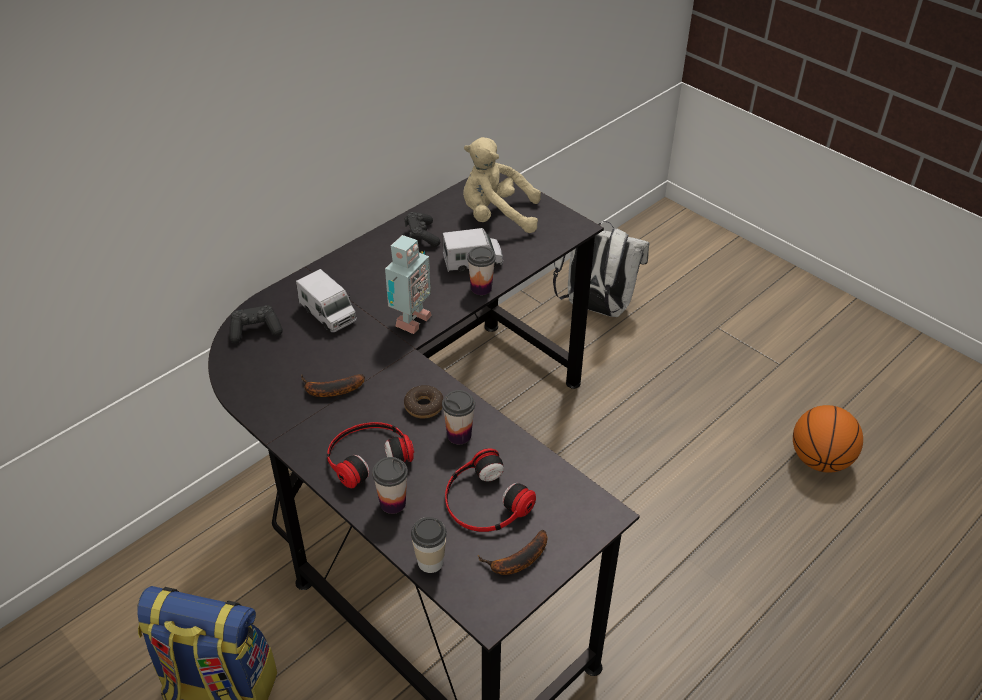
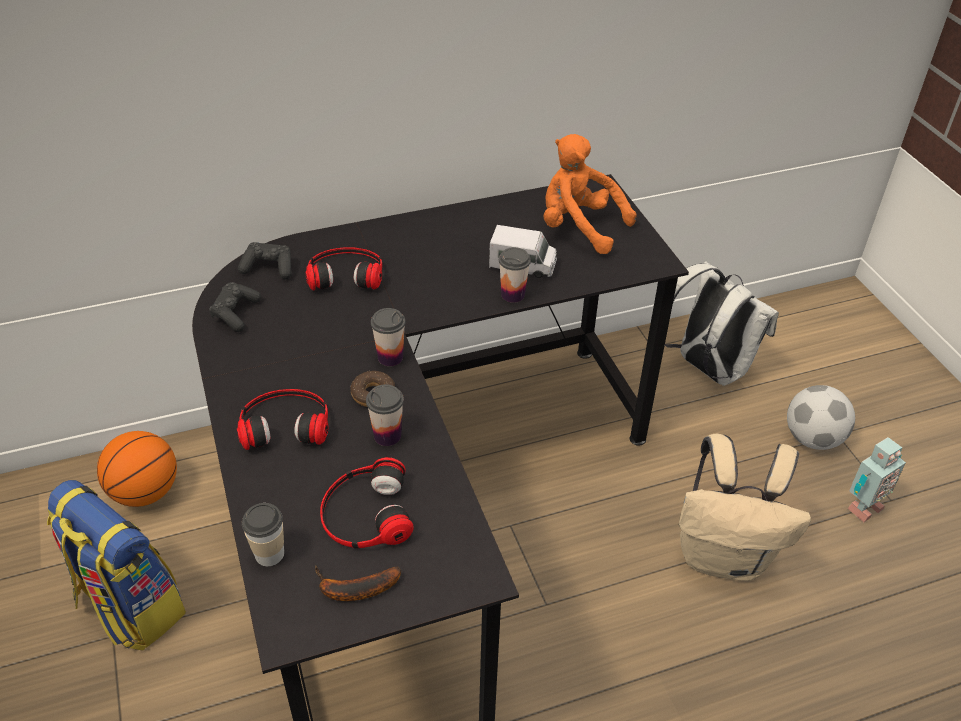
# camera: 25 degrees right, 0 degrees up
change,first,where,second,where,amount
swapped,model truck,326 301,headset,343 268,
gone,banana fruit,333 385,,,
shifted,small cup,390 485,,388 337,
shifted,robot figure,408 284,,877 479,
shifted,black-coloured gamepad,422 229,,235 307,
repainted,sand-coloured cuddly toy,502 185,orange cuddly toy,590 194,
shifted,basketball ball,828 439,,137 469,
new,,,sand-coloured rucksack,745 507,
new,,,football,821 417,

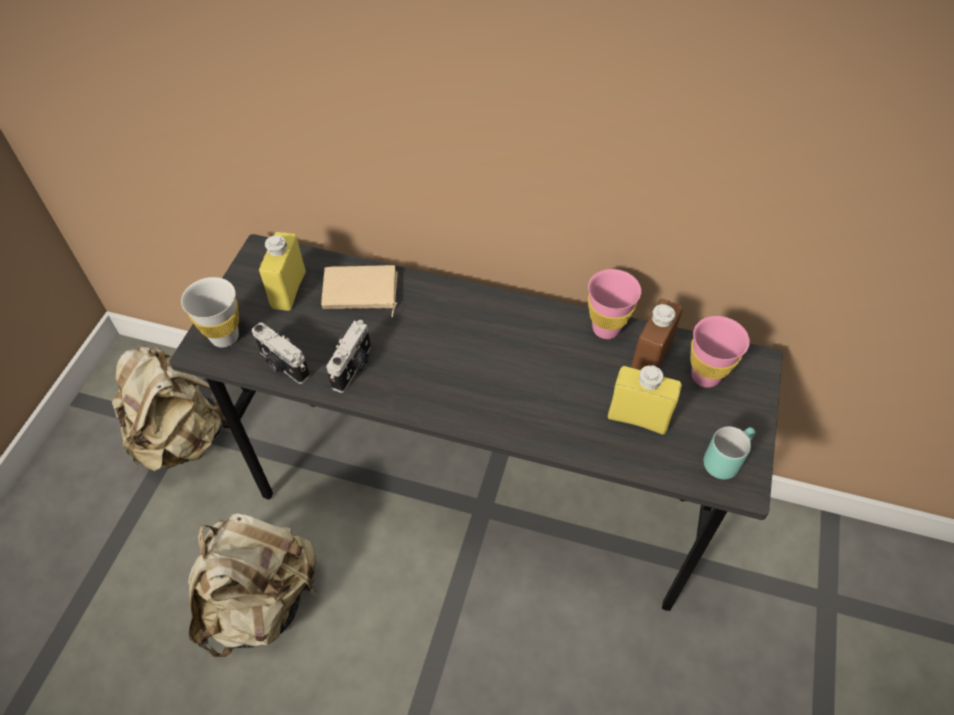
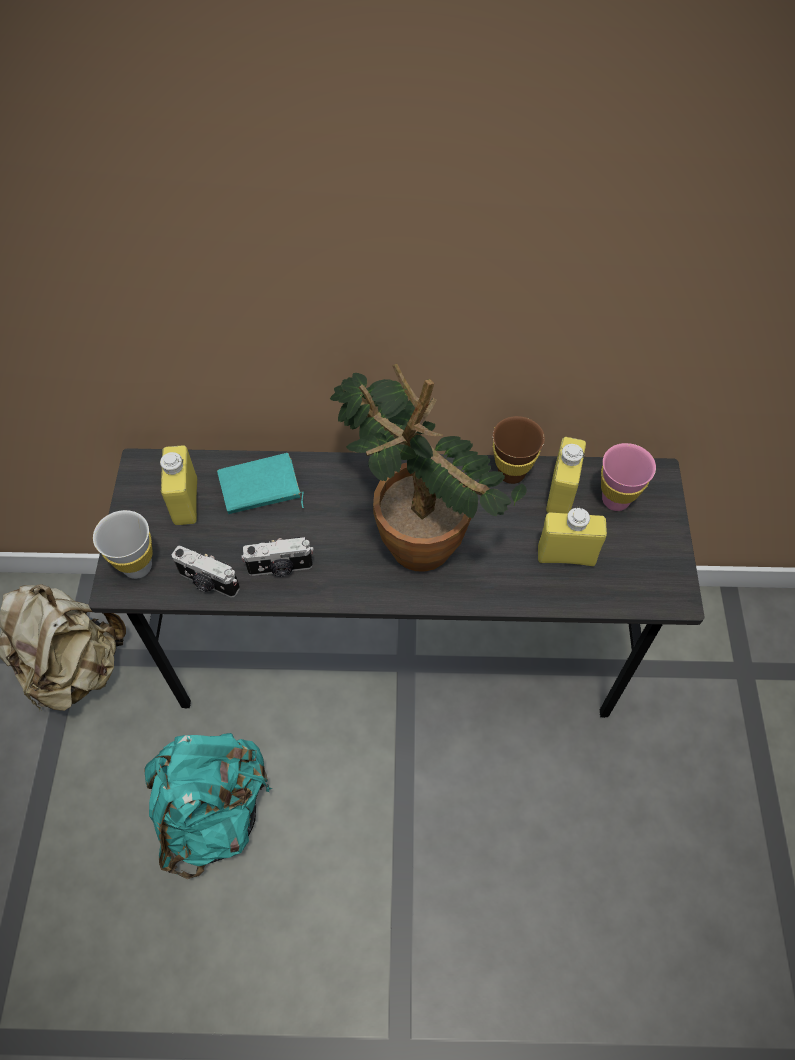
# camera: 15 degrees left, 5 degrees up
change,first,where,second,where,amount
repainted,sand-coloured rucksack,252 585,turquoise rucksack,208 806,
repainted,sand-coloured bound book,359 291,turquoise bound book,260 483,
rotated,still camera,348 356,,277 556,75 degrees clockwise
repainted,pinkish small cup,614 304,brown-coloured small cup,519 450,
repainted,brown-coloured beverage bottle,657 334,yellow-coloured beverage bottle,566 475,
gone,turquoise coffee mug,729 453,,,
new,,,plant in a pot,428 468,

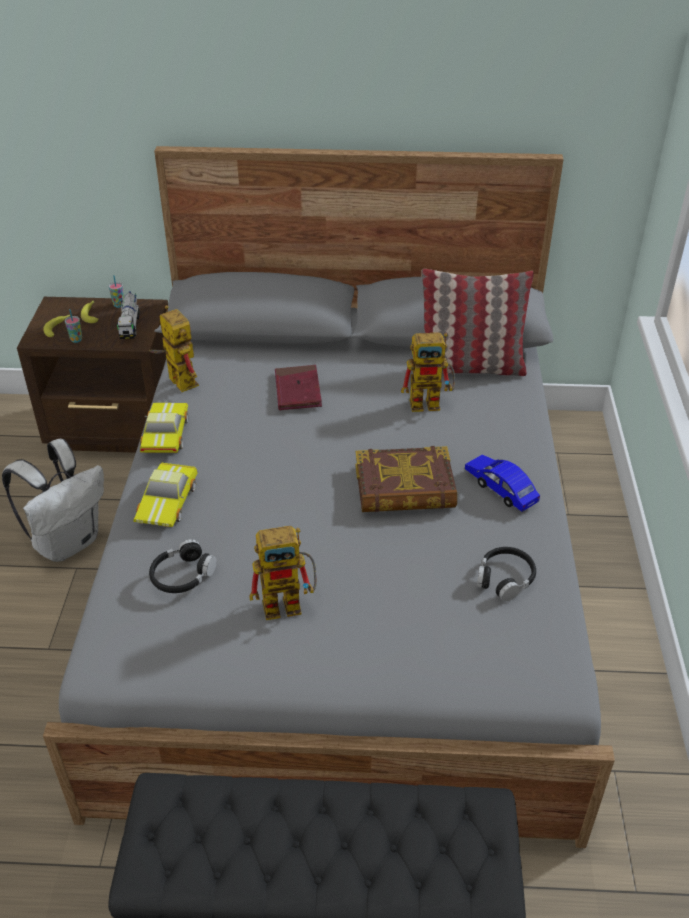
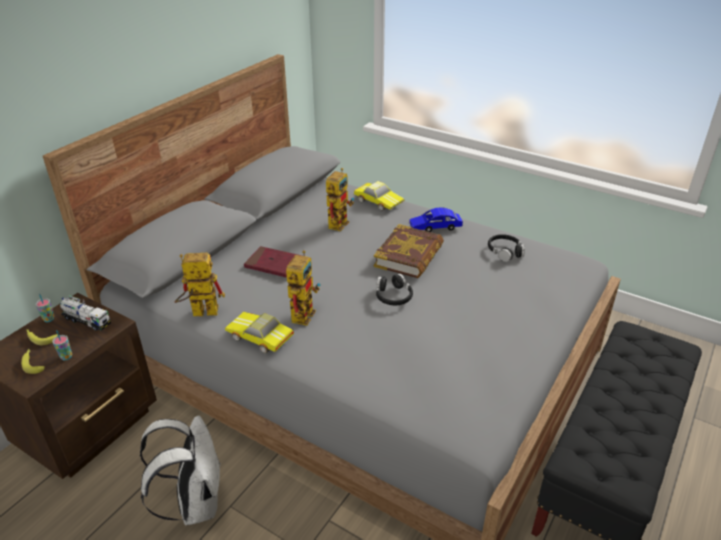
# camera: 60 degrees left, 5 degrees down
change,first,where,second,where,amount
shifted,toy car,165 495,,379 196,
shifted,black-coloured headset,183 566,,394 289,
shifted,robot figure,283 573,,303 288,
gone,cushion,477 322,,,

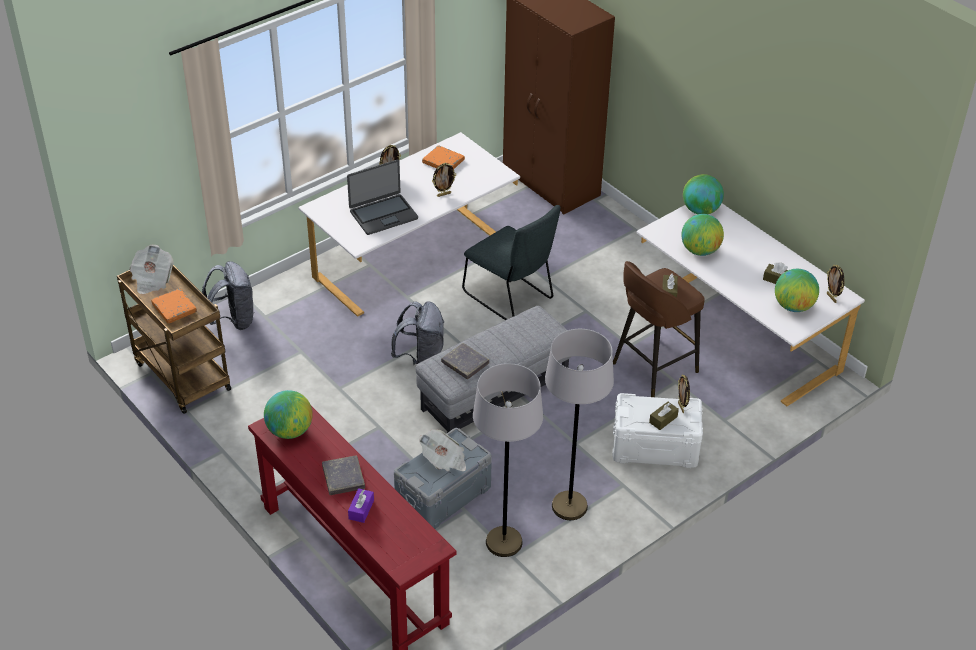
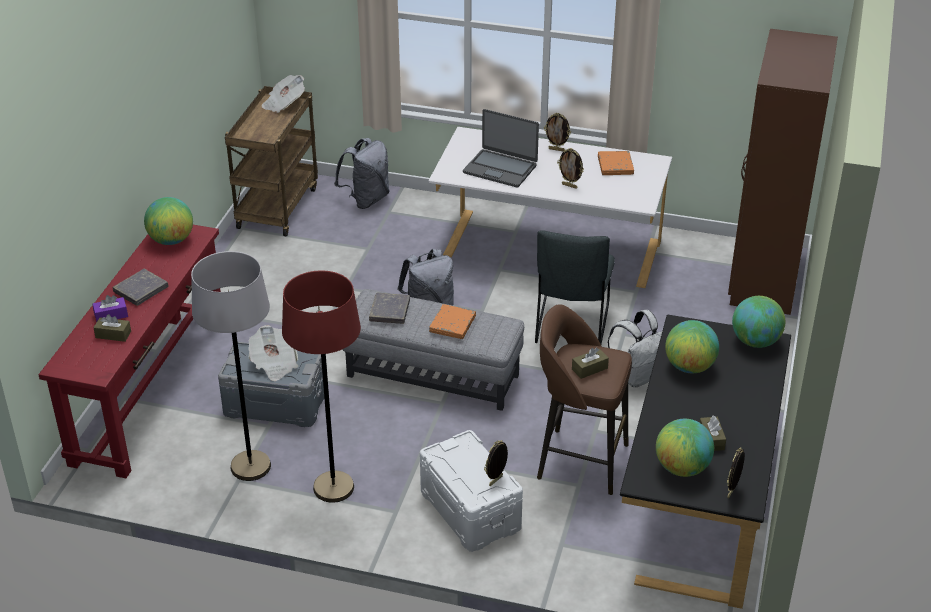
# camera: 55 degrees right, 5 degrees down
change,first,where,second,where,amount
shifted,orange bound book,174 306,,452 321,
repainted,grey standing lamp,579 424,red standing lamp,321 386,
repainted,white-coloured desk,750 305,black-coloured desk,705 461,
shifted,brown-coloured tissue box,664 416,,112 328,
new,,,white-coloured rucksack,635 348,

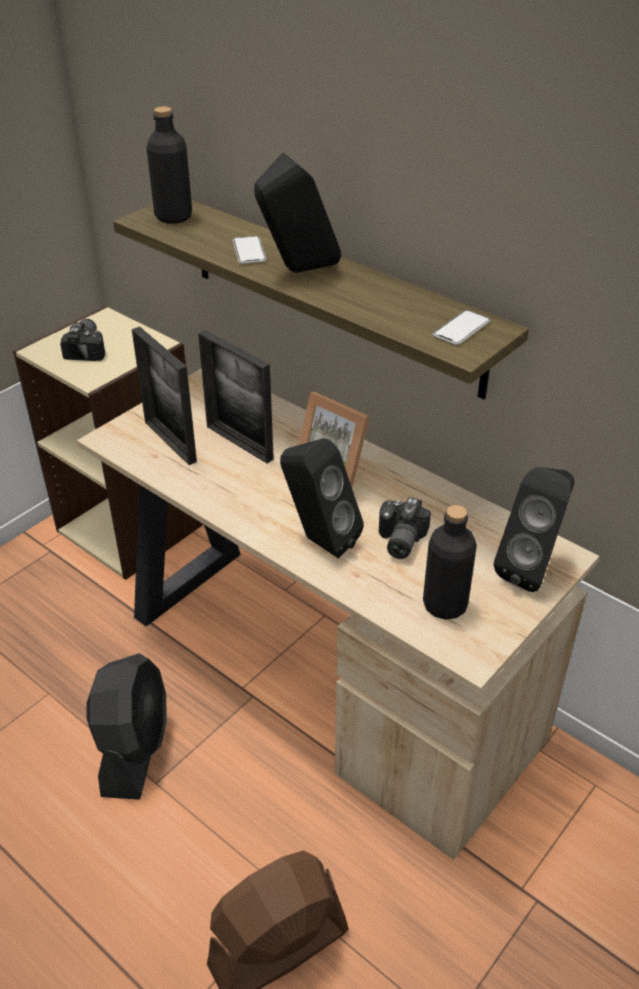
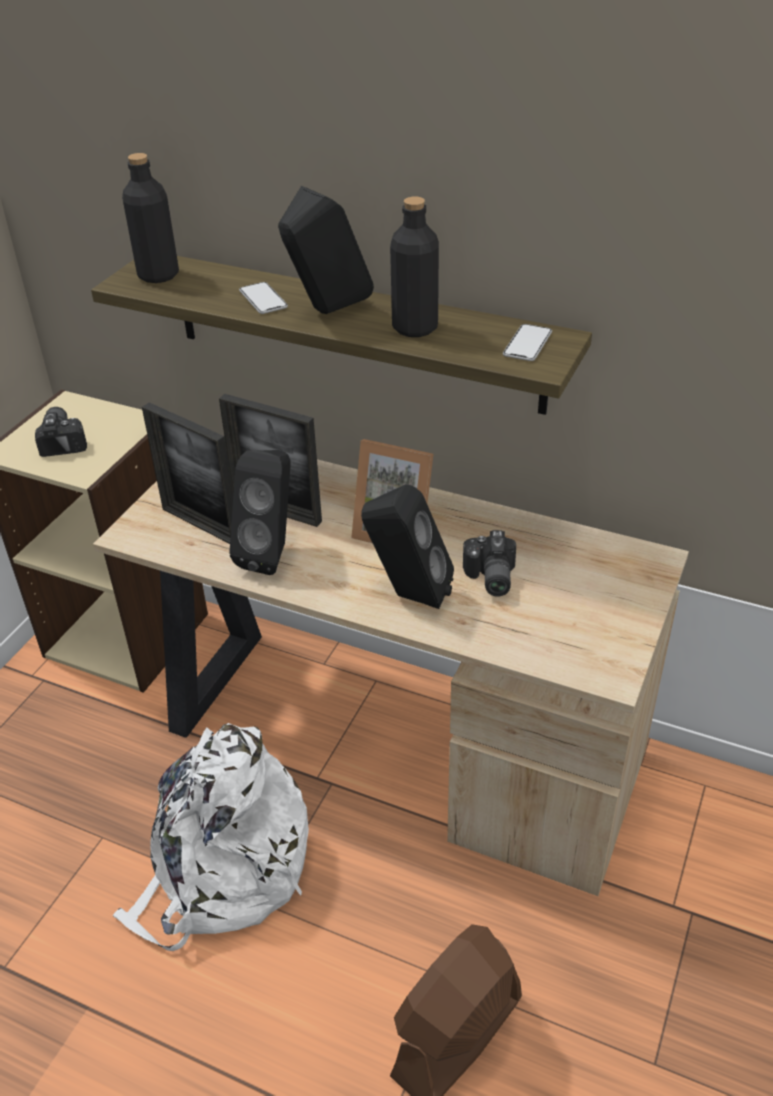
# camera: 15 degrees left, 0 degrees up
change,first,where,second,where,amount
swapped,black-coloured fan,127 726,white-coloured rucksack,211 837,
shifted,black-coloured beverage bottle,450 562,,414 267,
shifted,black-coloured speaker,534 529,,260 512,

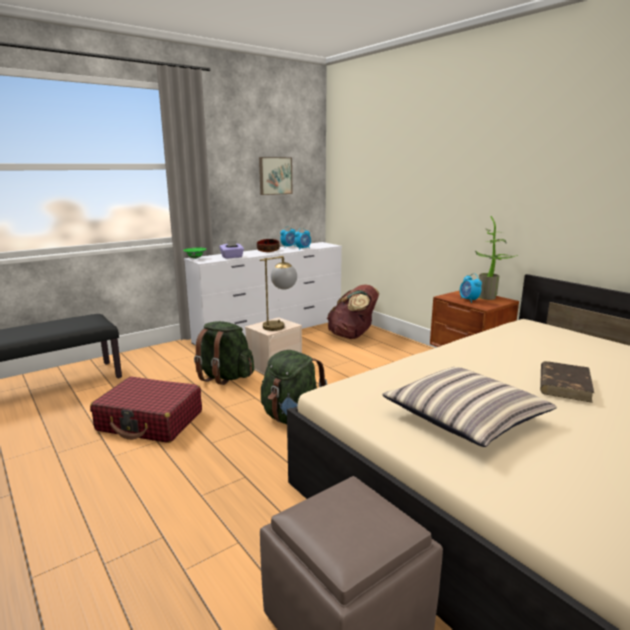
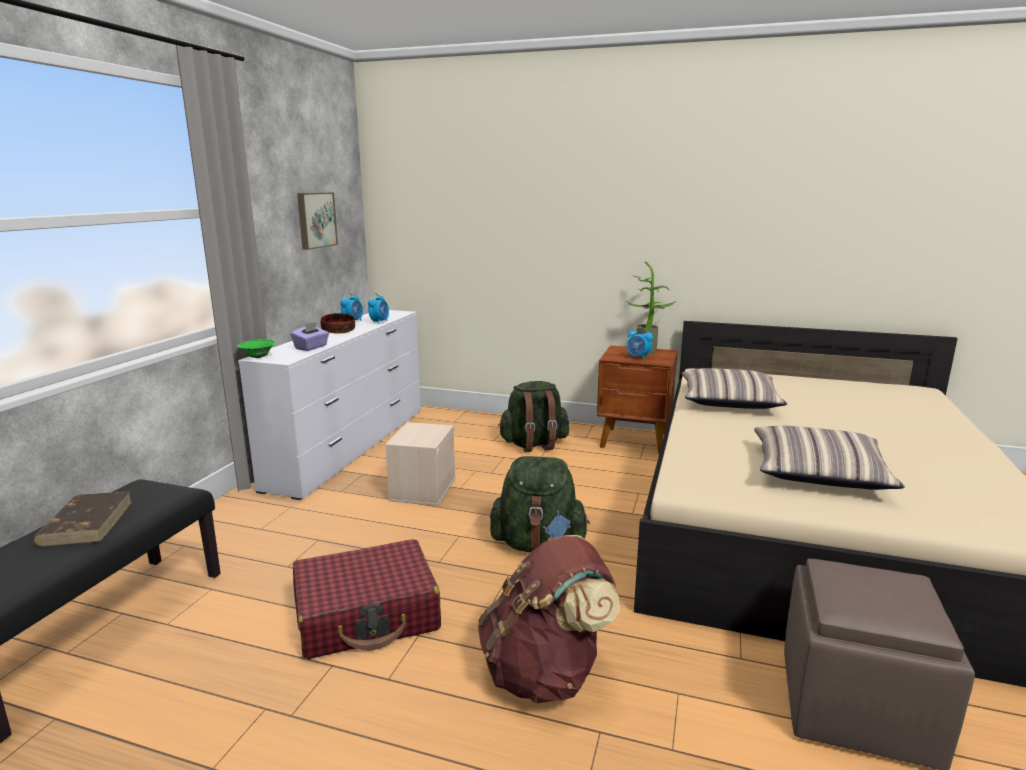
# camera: 35 degrees left, 0 degrees up
change,first,where,second,where,amount
shifted,green-coloured rucksack,224 353,,533 416,
gone,table lamp,278 293,,,
shifted,brown-coloured rucksack,353 311,,549 619,
shifted,brown-coloured bound book,567 382,,82 519,
new,,,cushion,735 388,

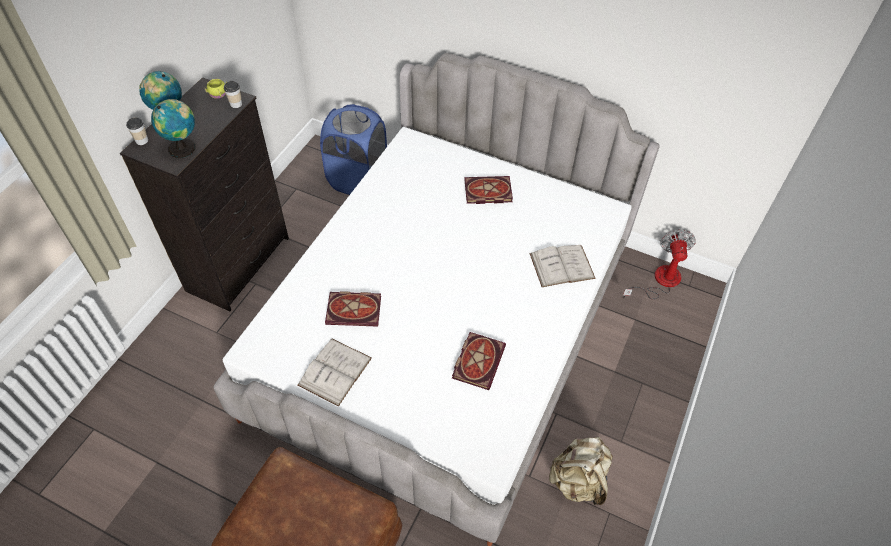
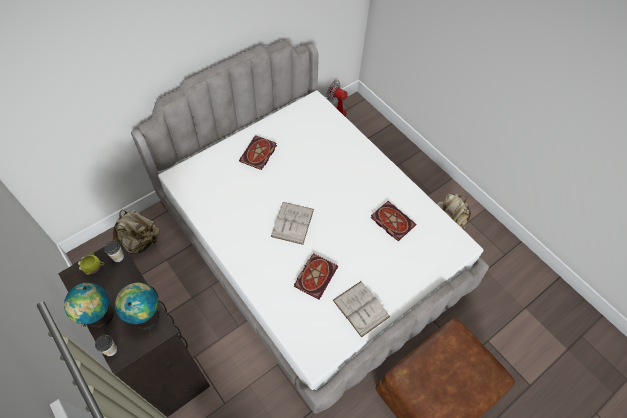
# camera: 65 degrees left, 5 degrees up
change,first,where,second,where,amount
swapped,bluish hamper,353 149,sand-coloured rucksack,135 232,
shifted,white-coloured bound book,563 266,,292 223,

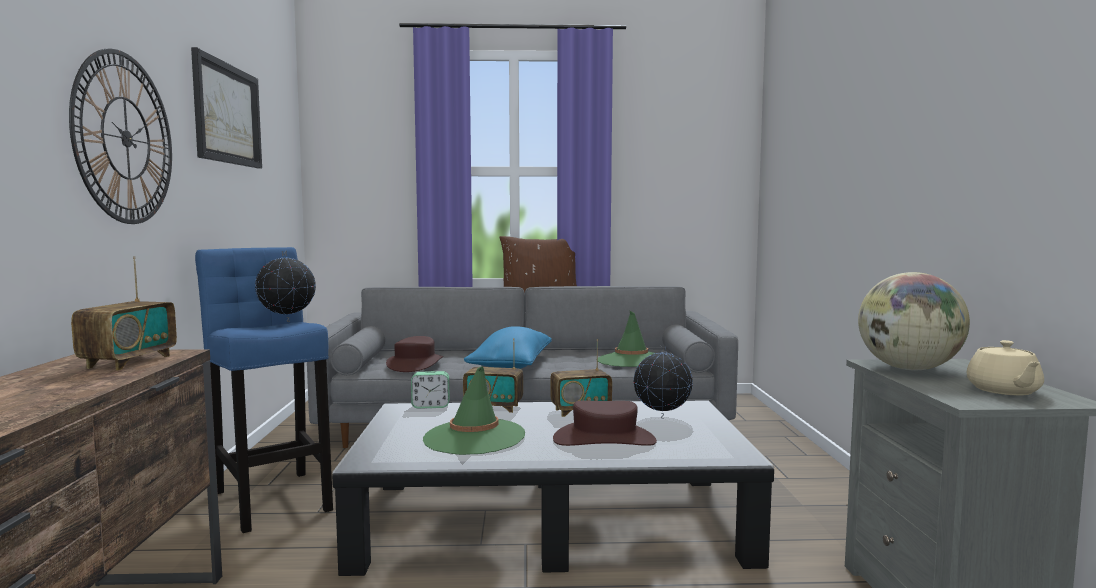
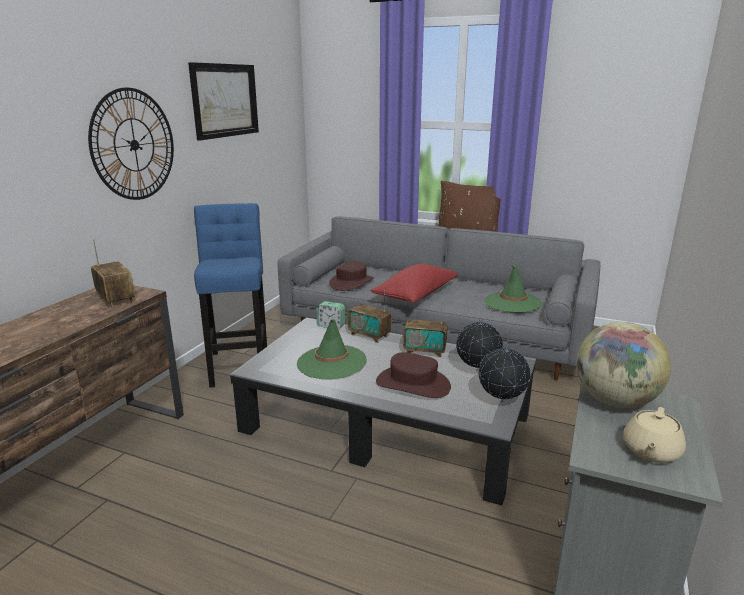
# camera: 25 degrees right, 15 degrees up
change,first,where,second,where,amount
rotated,radio set,124 313,,113 273,75 degrees counterclockwise
shifted,world globe,285 286,,504 373,
repainted,bluish cushion,508 347,red cushion,414 283,

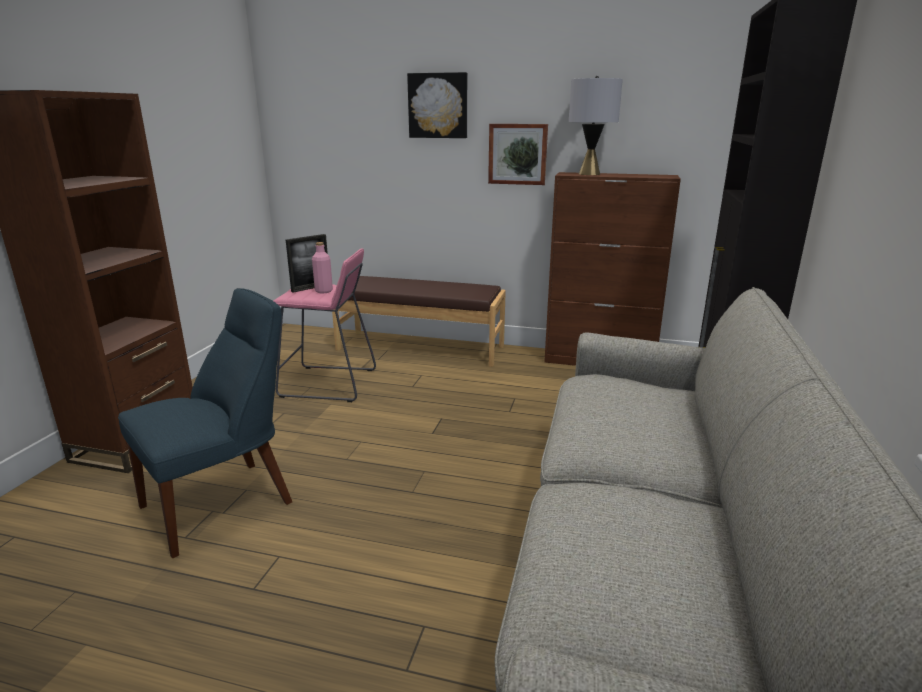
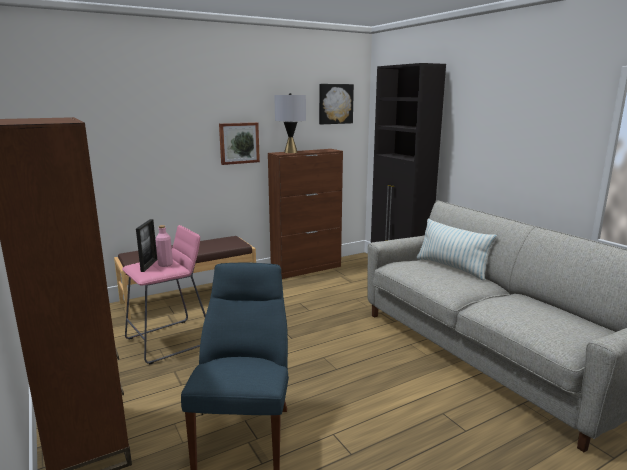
# camera: 45 degrees left, 5 degrees down
change,first,where,second,where,amount
shifted,picture,437 105,,336 104,
new,,,cushion,456 249,

